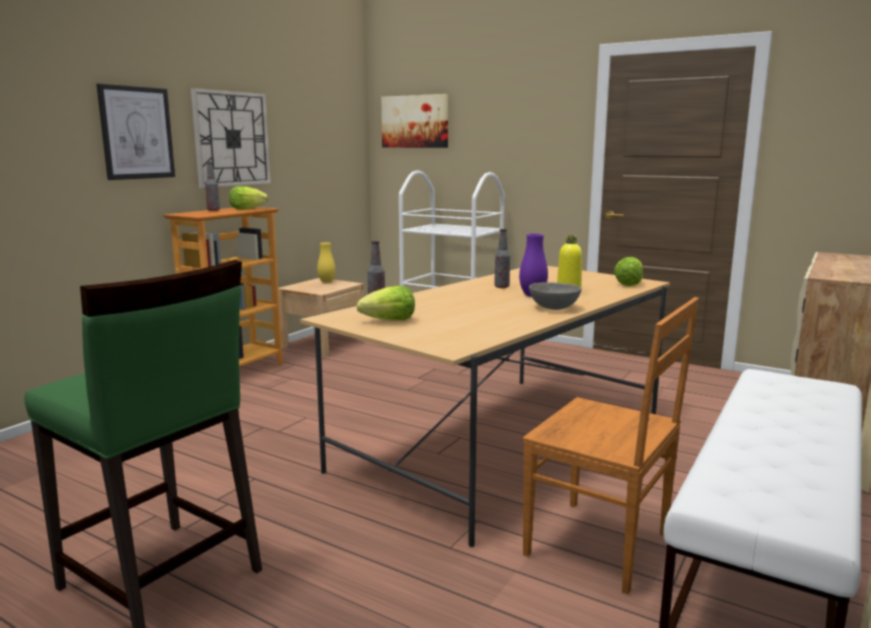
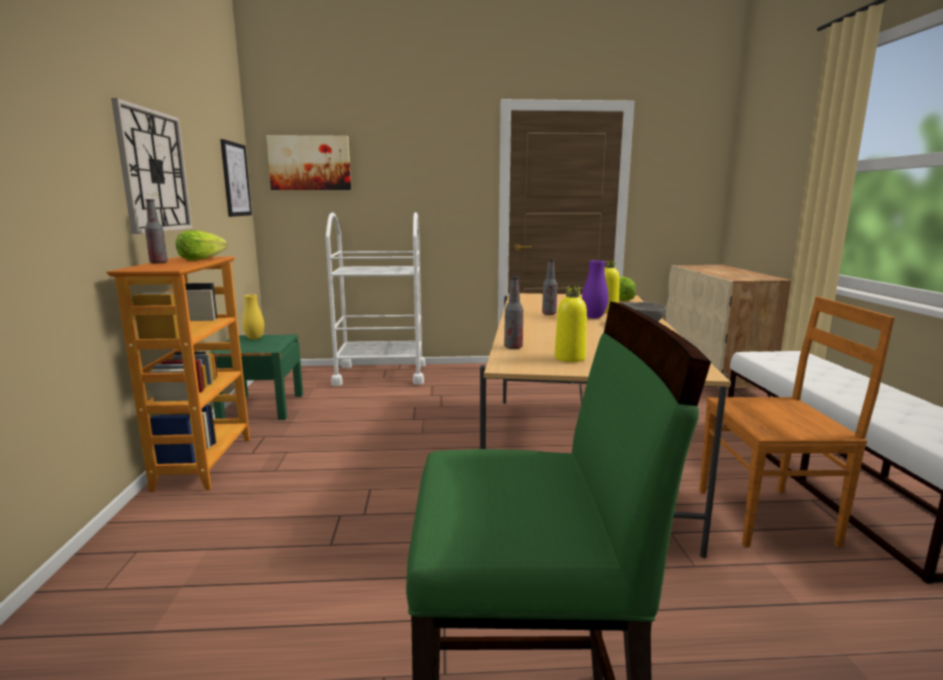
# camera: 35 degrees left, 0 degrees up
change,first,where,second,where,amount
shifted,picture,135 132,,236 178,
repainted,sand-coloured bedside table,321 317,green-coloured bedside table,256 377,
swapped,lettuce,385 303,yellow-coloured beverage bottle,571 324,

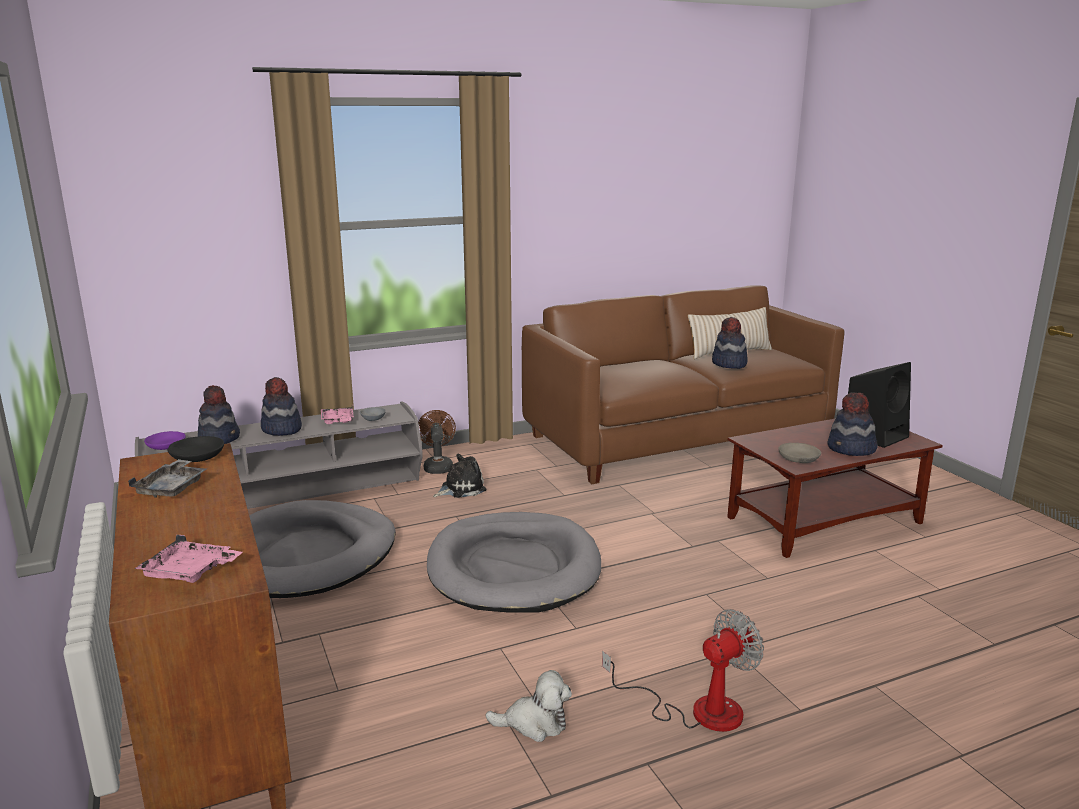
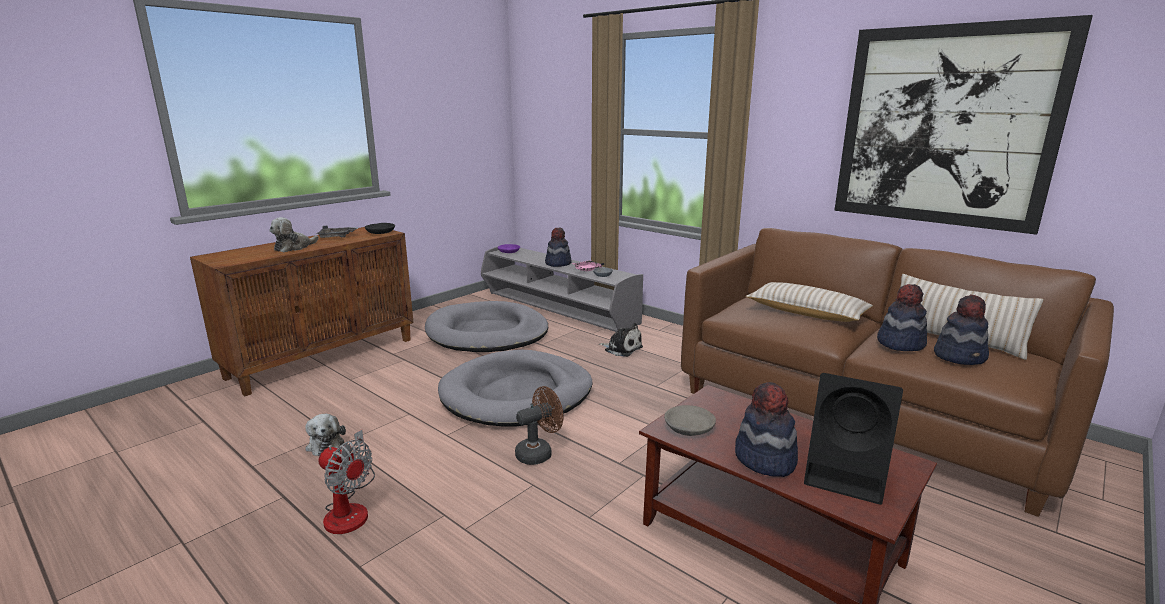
# camera: 65 degrees right, 0 degrees up
change,first,where,second,where,amount
gone,pinkish serving tray,188 558,,,
shifted,hat,218 414,,961 330,
shifted,brown-coloured fan,437 442,,539 425,
new,,,cuddly toy,294 234,
new,,,sand-coloured cushion,809 302,
new,,,picture,963 125,

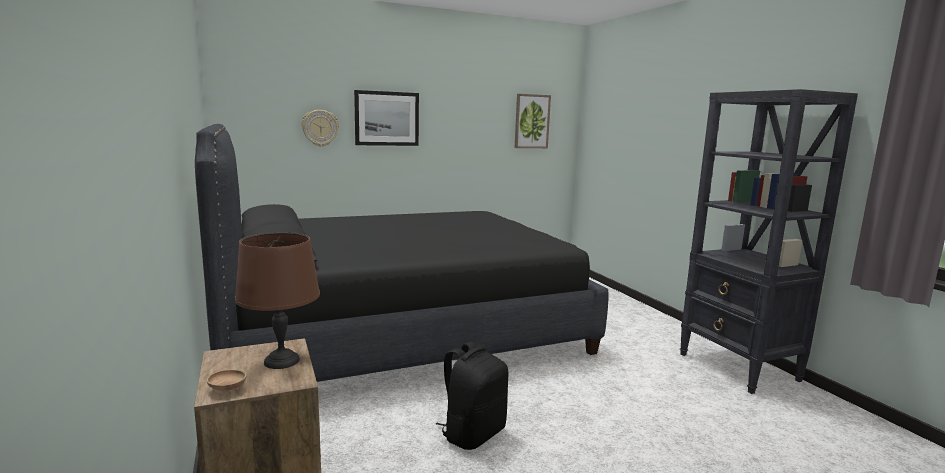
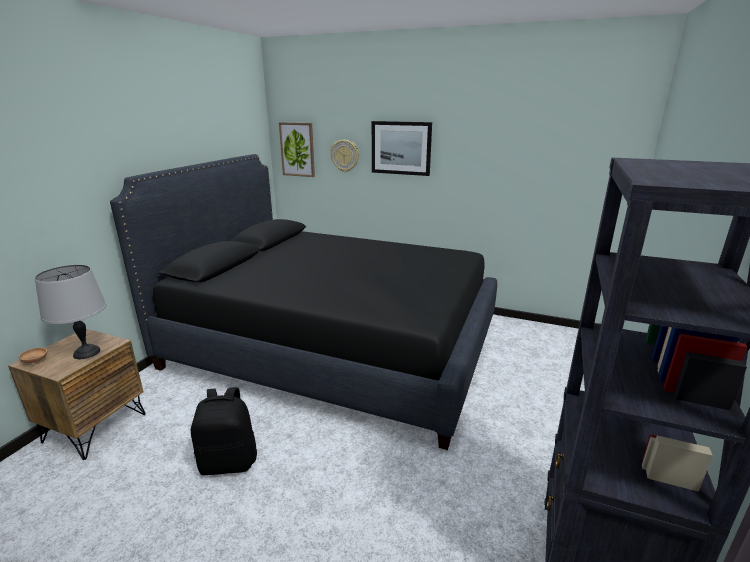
# camera: 45 degrees right, 10 degrees up
change,first,where,second,where,amount
repainted,brown-coloured table lamp,277 300,grey table lamp,71 312,
shifted,picture,533 121,,297 149,

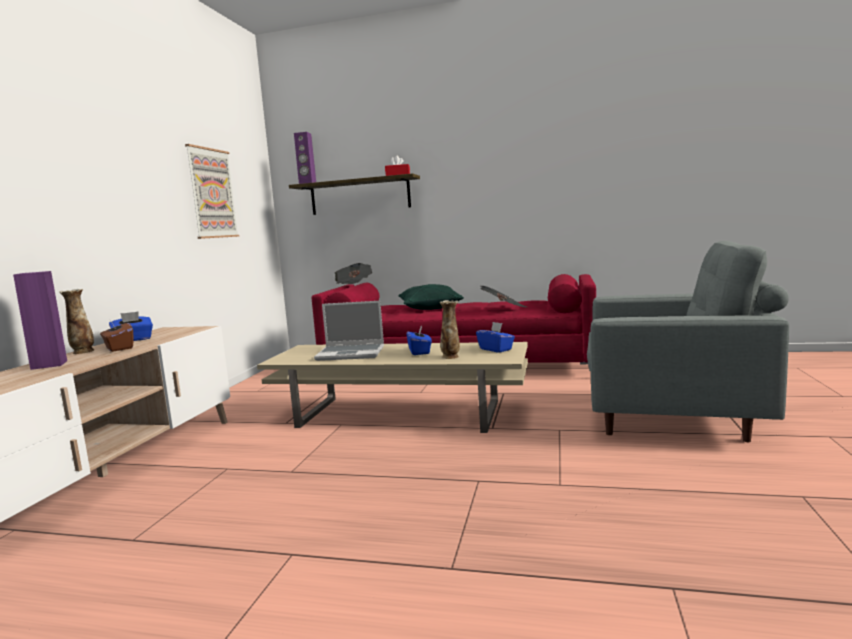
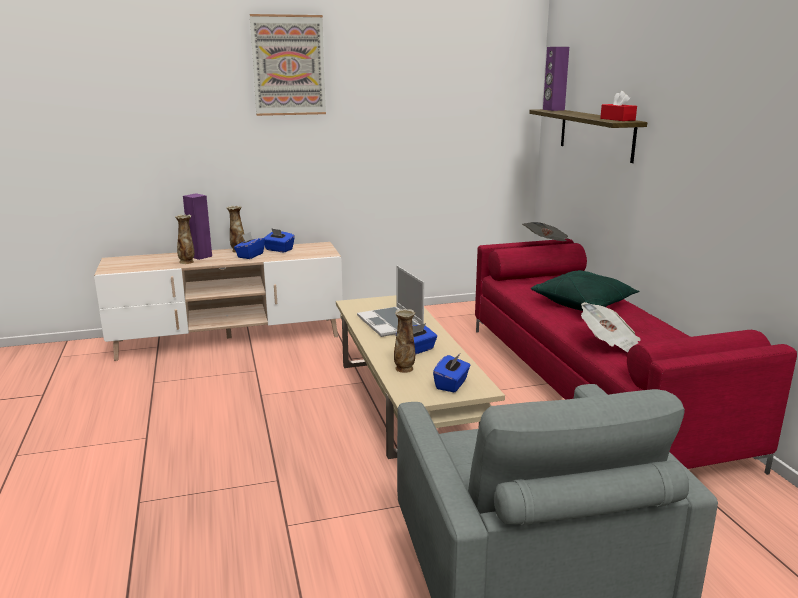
# camera: 60 degrees right, 10 degrees up
change,first,where,second,where,amount
repainted,brown-coloured tissue box,117 336,bluish tissue box,249 245,
shifted,picture,212 191,,288 65,
new,,,decorative vase,184 239,

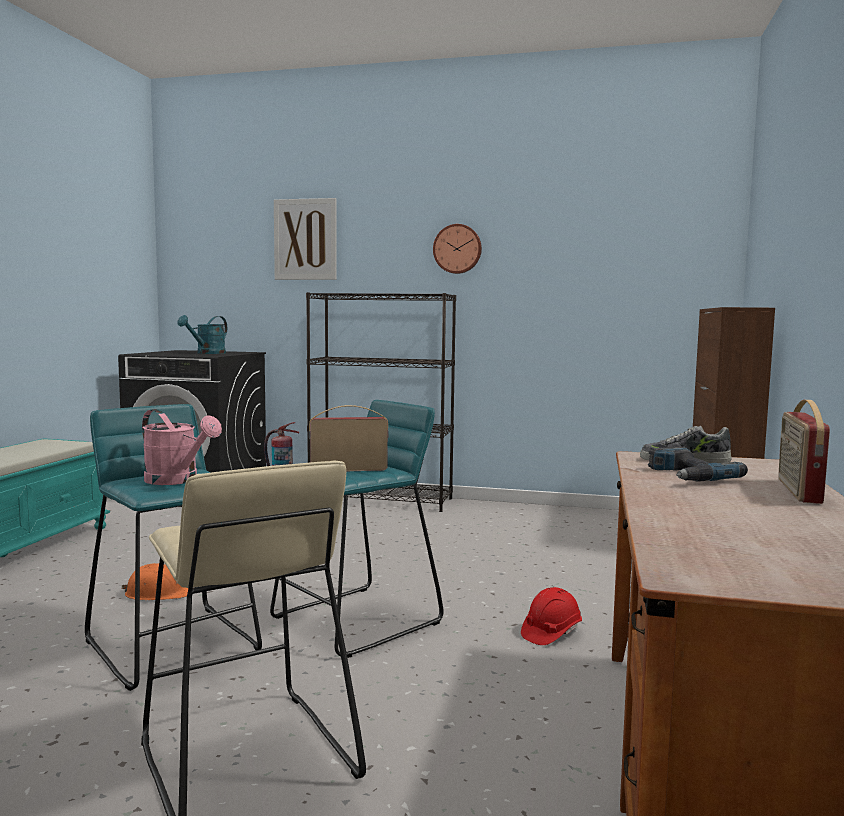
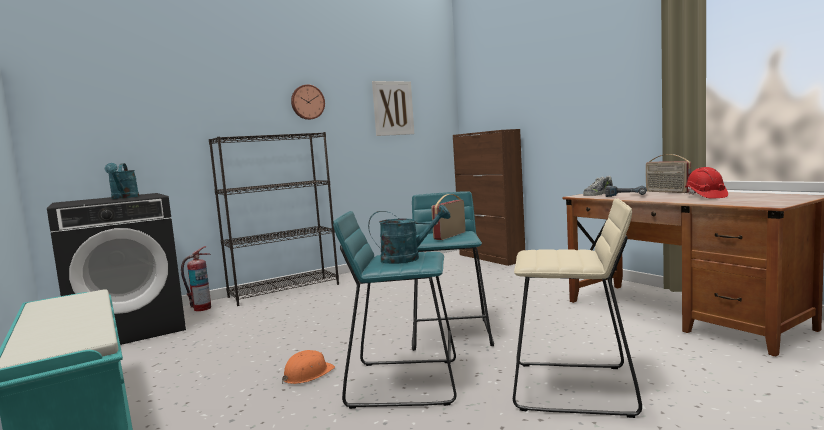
# camera: 45 degrees left, 0 degrees up
change,first,where,second,where,amount
repainted,pinkish sprinkling can,182 447,turquoise sprinkling can,409 234,
shifted,picture,305 239,,393 108,
shifted,red safety helmet,551 616,,706 183,

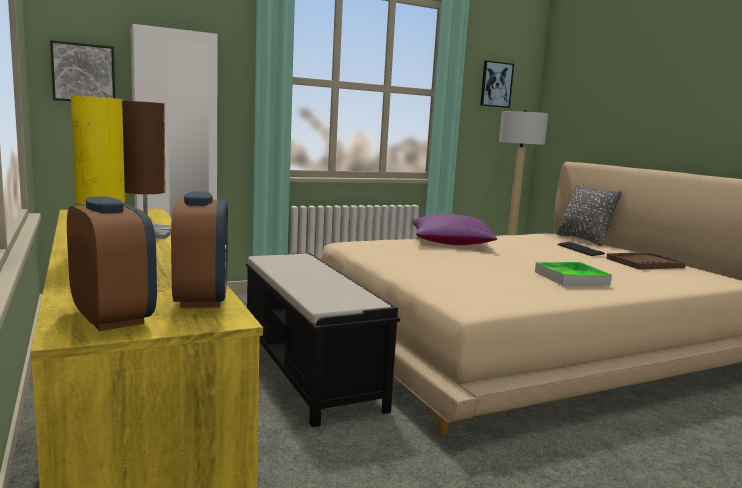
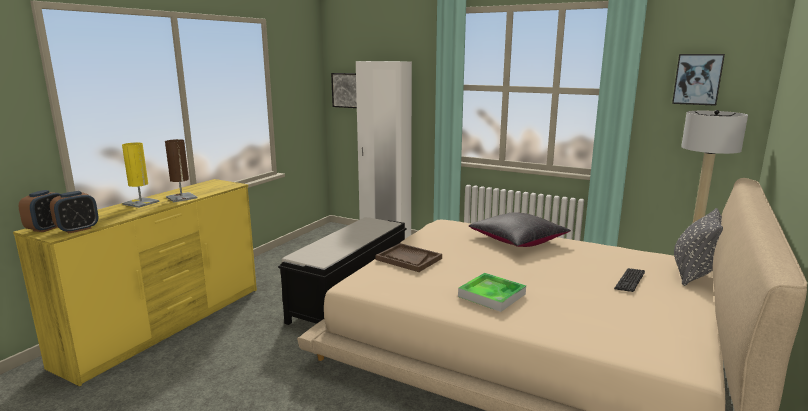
# camera: 55 degrees right, 5 degrees up
change,first,where,second,where,amount
repainted,purple-coloured cushion,454 229,black-coloured cushion,520 229,
shifted,brown-coloured serving tray,646 261,,409 257,

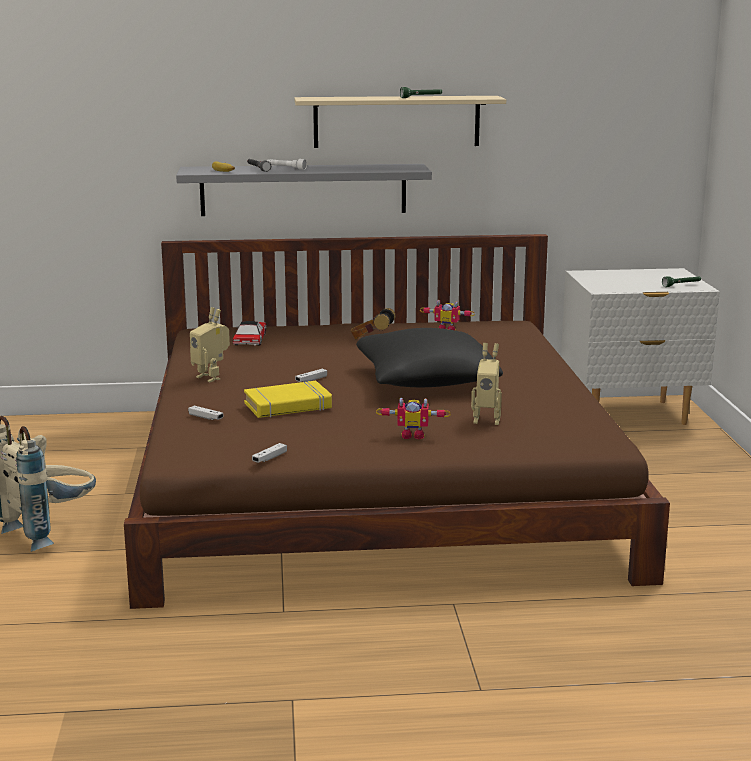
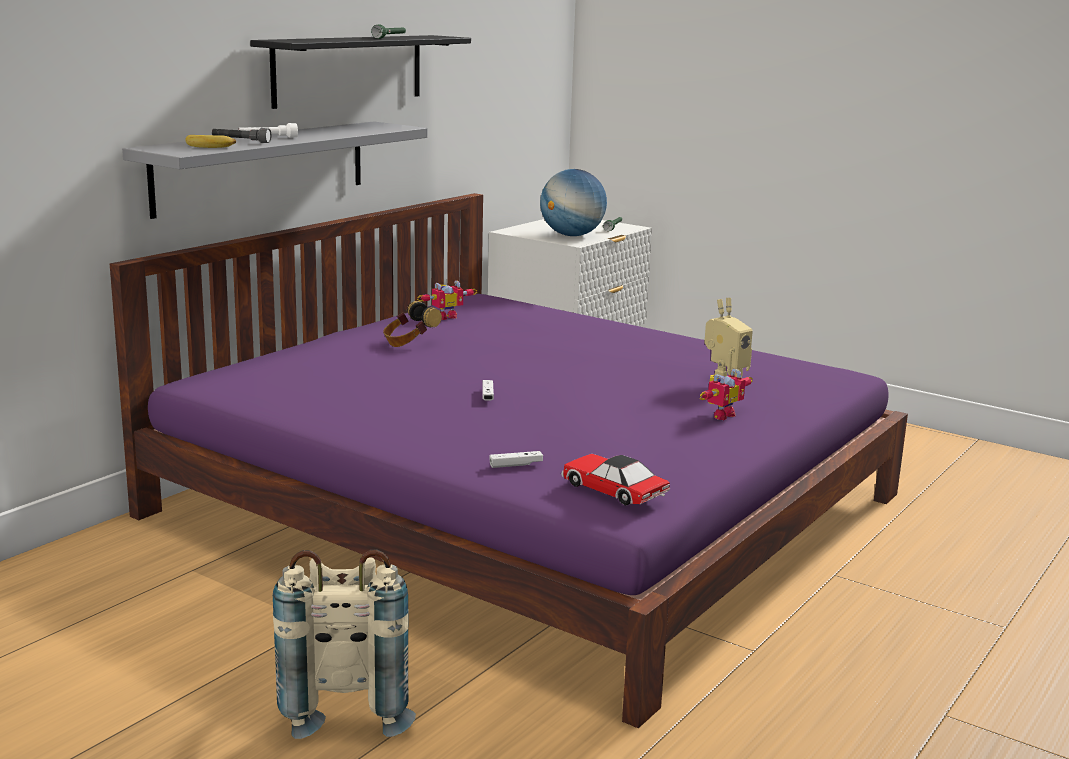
# camera: 50 degrees left, 0 degrees up
change,first,where,second,where,amount
repainted,brown-coloured sleeping bed,397 421,purple-coloured sleeping bed,509 460,
gone,robot figure,210 344,,,
shifted,toy car,250 333,,615 479,
gone,yellow-coloured bound book,288 399,,,
gone,white-coloured gamepad,269 453,,,
repainted,sand-coloured wall shelf,400 122,black-coloured wall shelf,360 72,
gone,black-coloured cushion,429 357,,,
new,,,world globe,573 202,

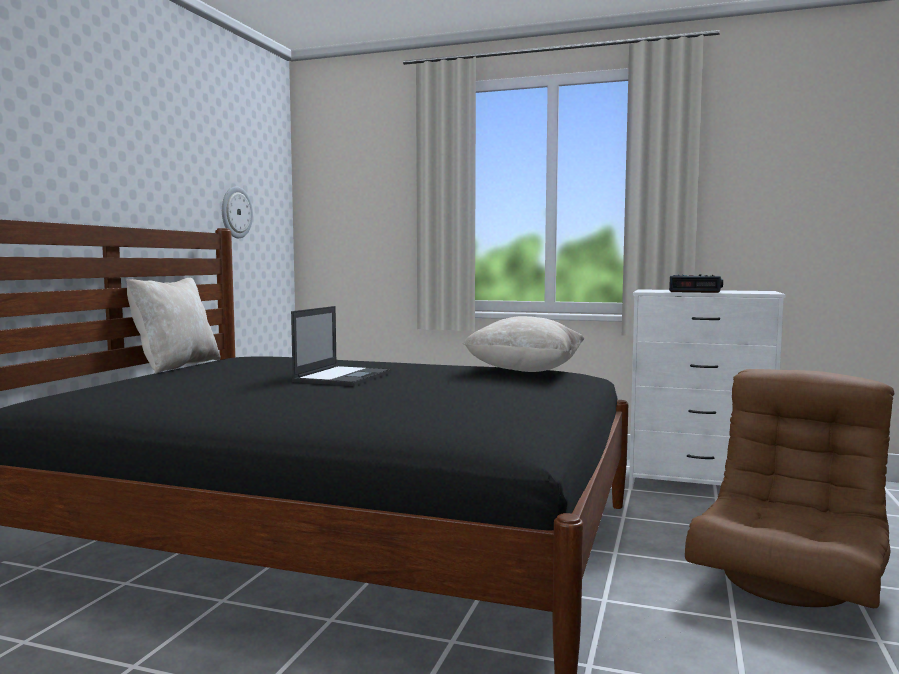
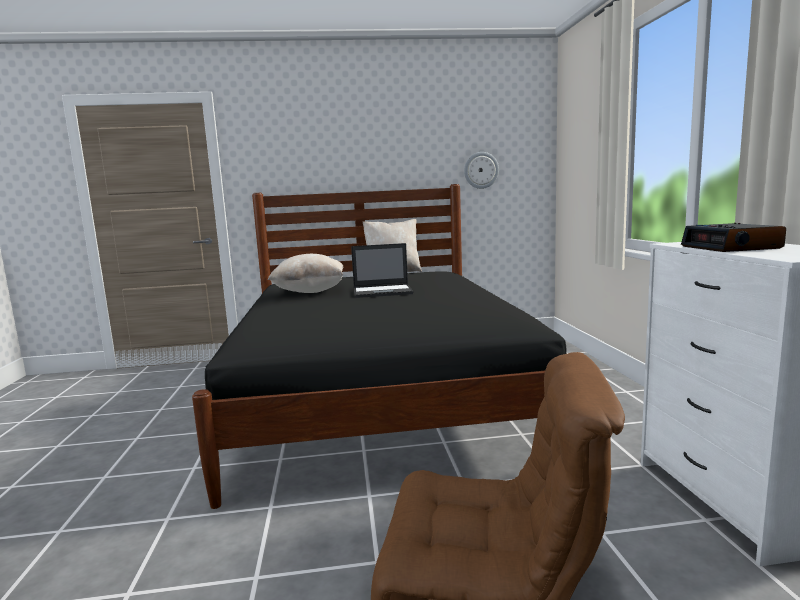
# camera: 65 degrees right, 5 degrees up
change,first,where,second,where,amount
shifted,sand-coloured cushion,523 344,,305 273,

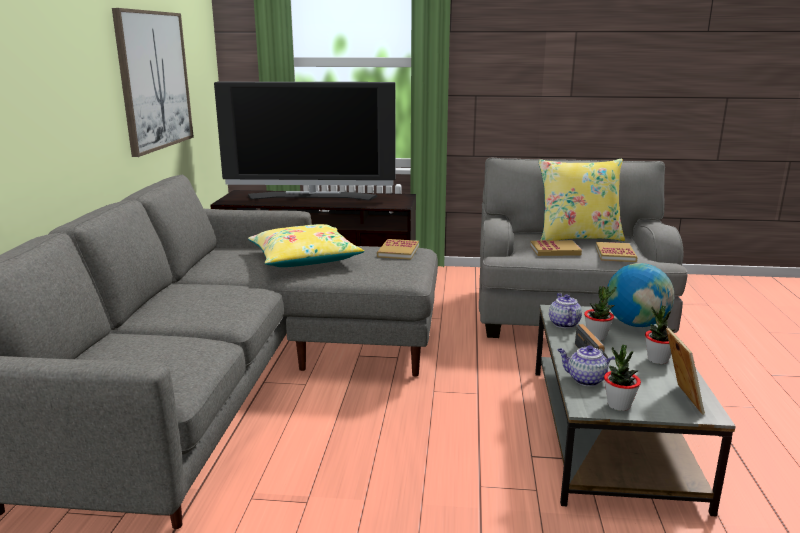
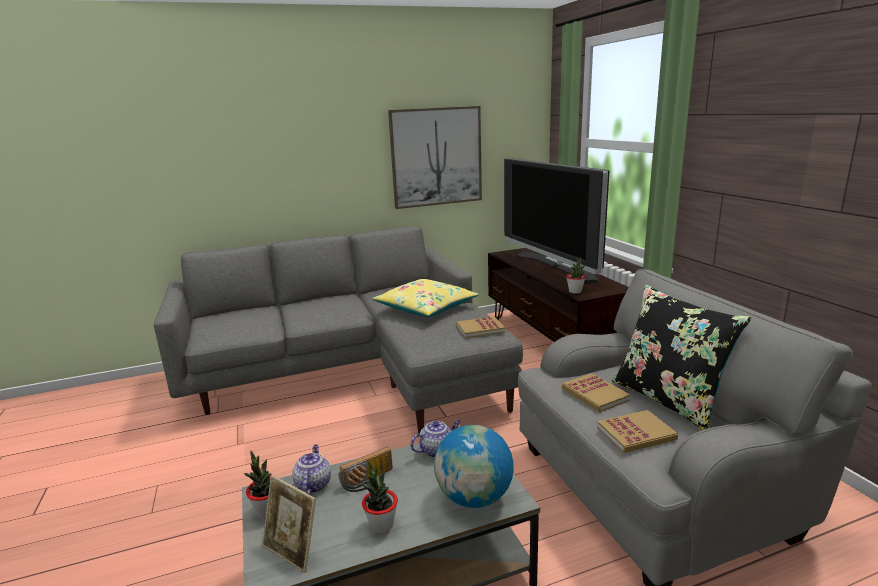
# camera: 65 degrees right, 0 degrees up
change,first,where,second,where,amount
repainted,yellow-coloured cushion,581 200,black-coloured cushion,681 357,
shifted,plant in a pot,600 313,,576 275,
rotated,photo frame,685 371,,289 524,60 degrees clockwise

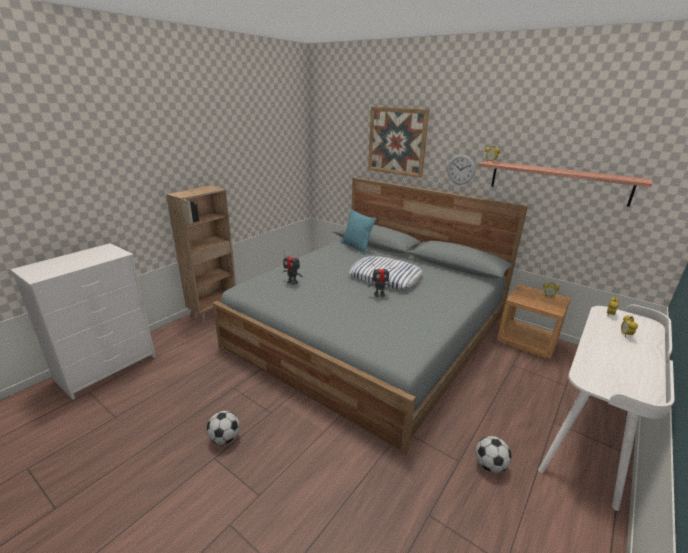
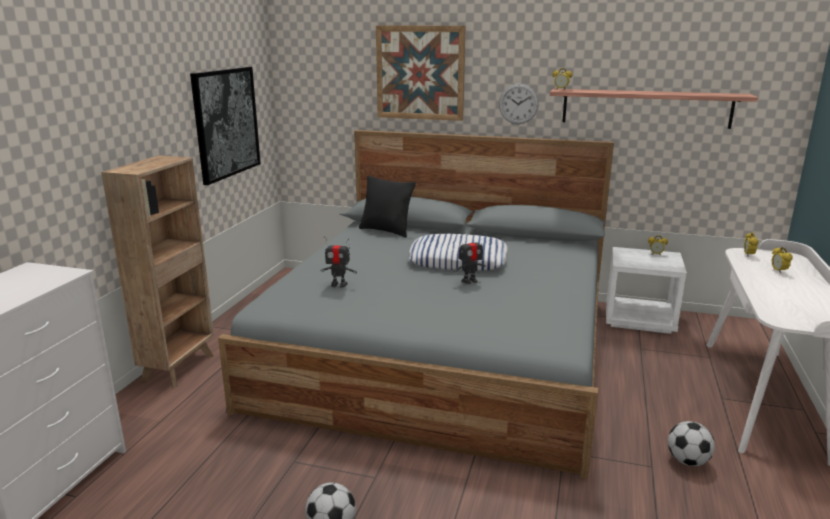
# camera: 20 degrees left, 5 degrees down
change,first,where,second,where,amount
repainted,turquoise cushion,359 231,black-coloured cushion,387 206,
repainted,brown-coloured bedside table,534 321,white-coloured bedside table,646 290,
new,,,picture,225 126,

